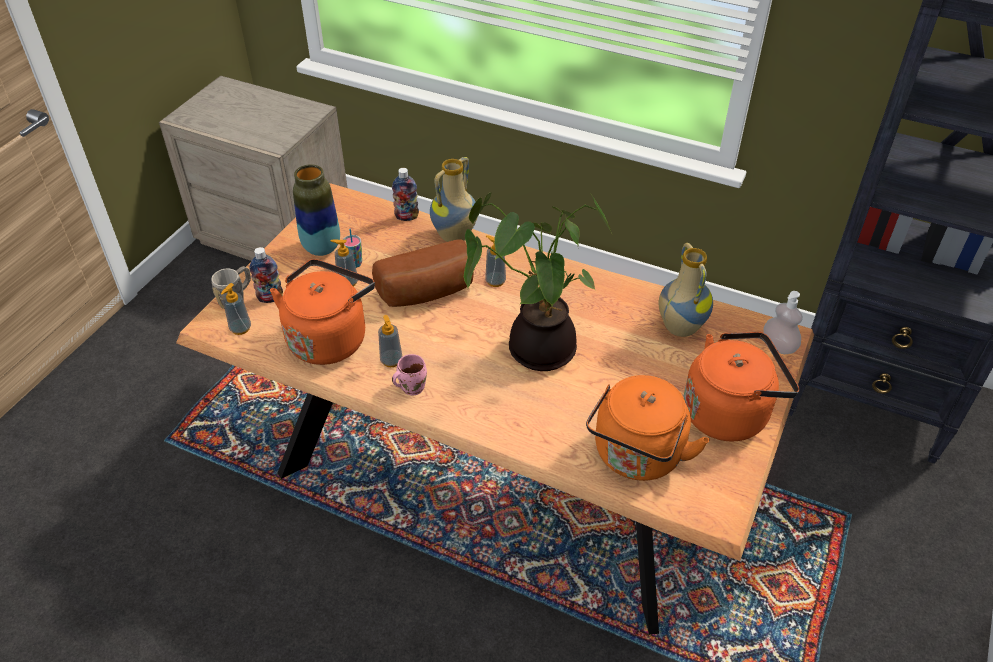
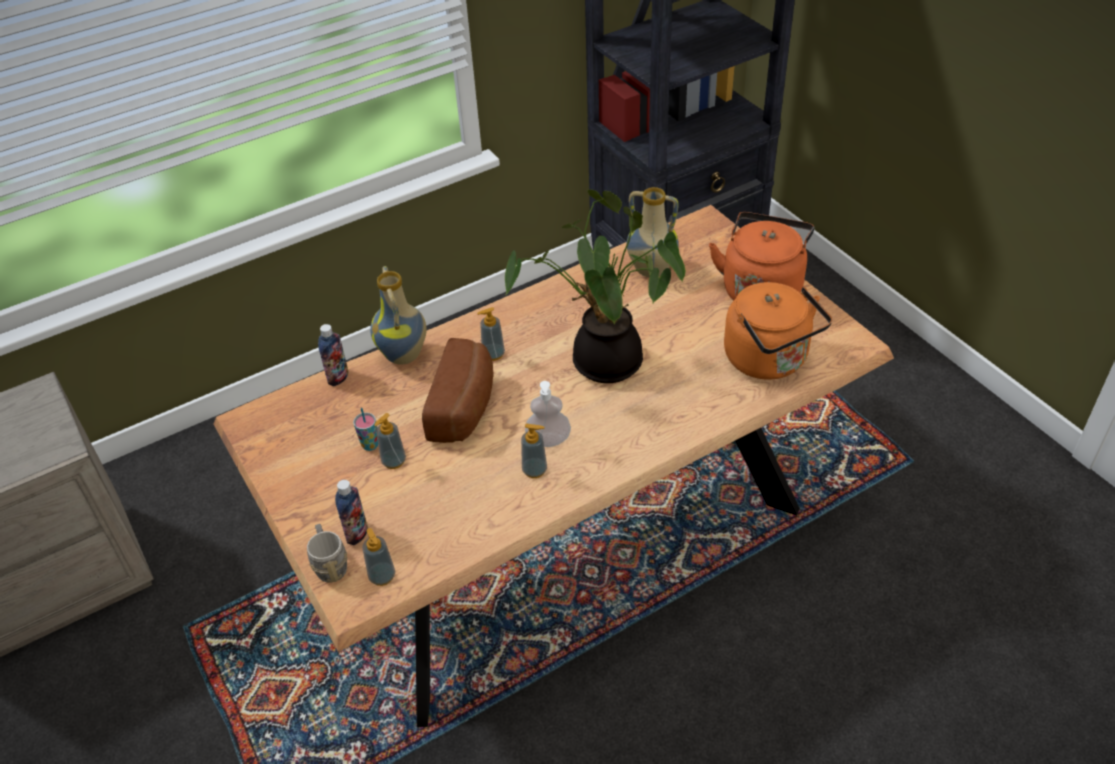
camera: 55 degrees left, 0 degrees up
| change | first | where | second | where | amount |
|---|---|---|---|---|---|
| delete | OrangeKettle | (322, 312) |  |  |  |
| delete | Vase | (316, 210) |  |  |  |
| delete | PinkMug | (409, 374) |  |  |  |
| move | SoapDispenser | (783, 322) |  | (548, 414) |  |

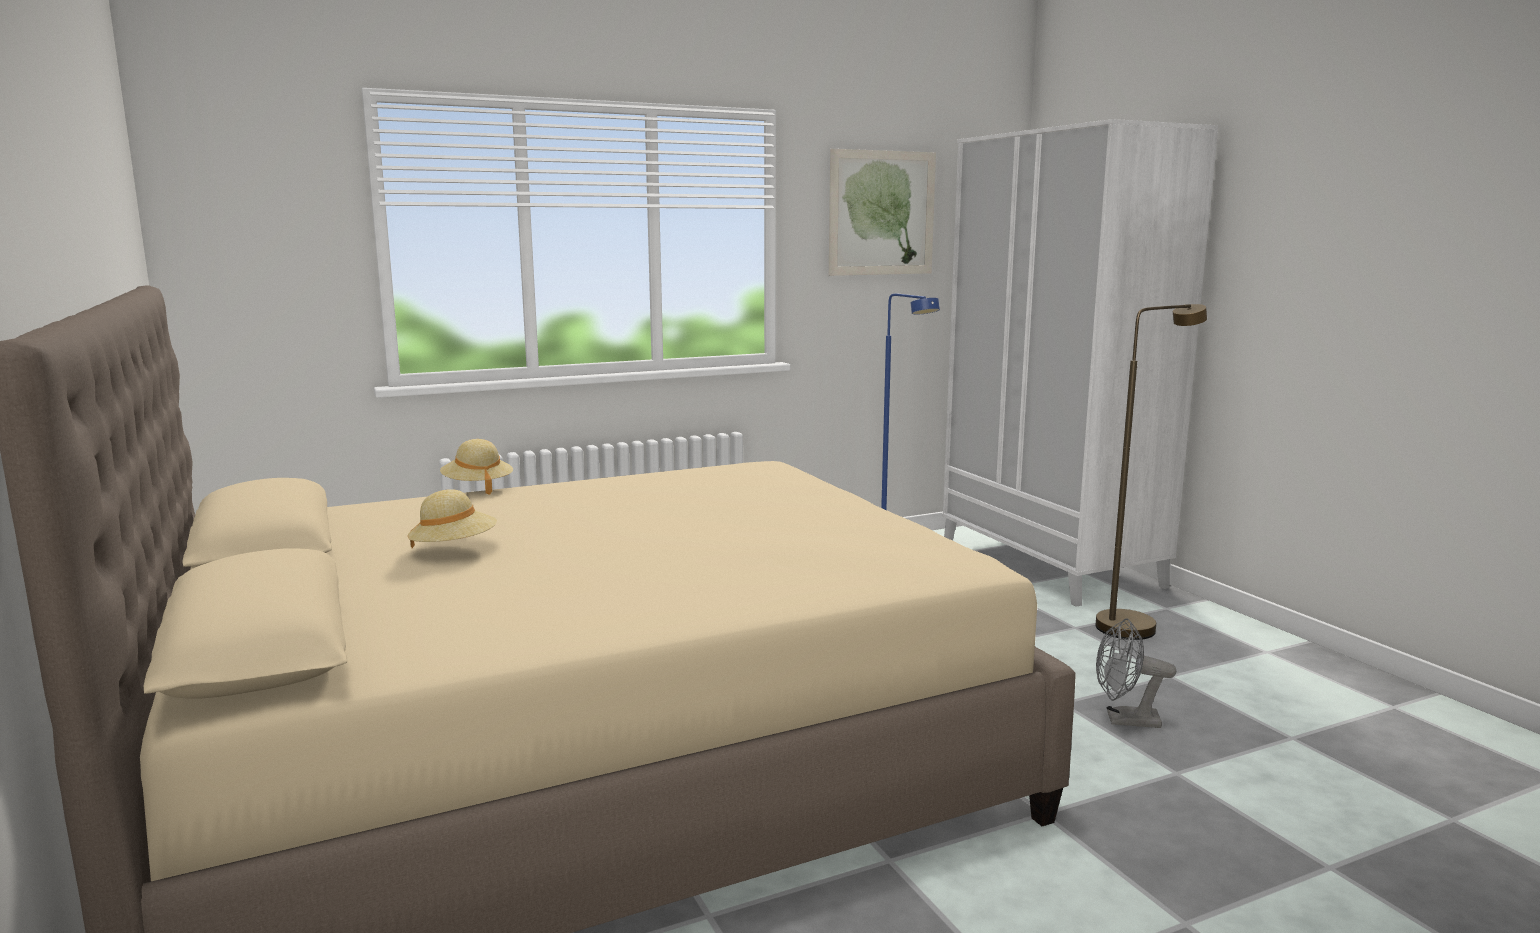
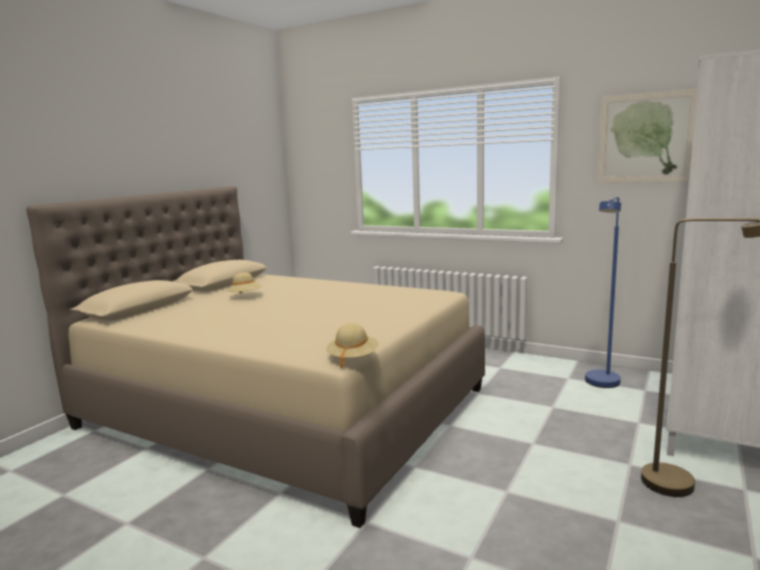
camera: 55 degrees right, 0 degrees up
| change | first | where | second | where | amount |
|---|---|---|---|---|---|
| delete | GreyFan | (1136, 673) |  |  |  |
| move | BeigeHat | (476, 467) |  | (353, 345) |  |

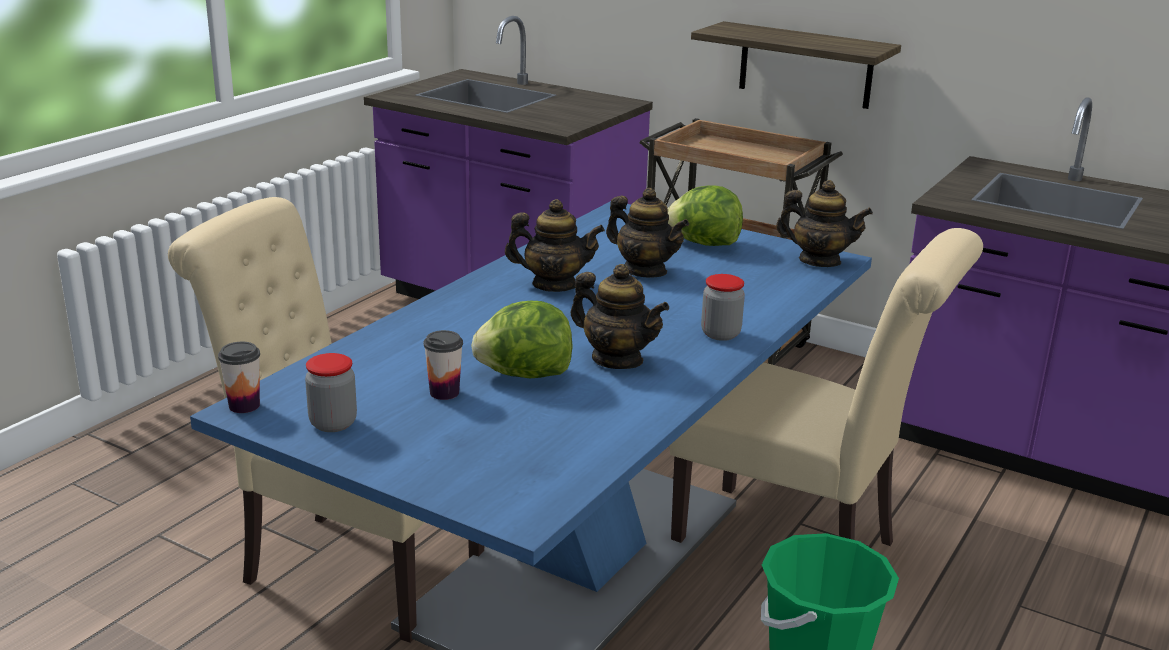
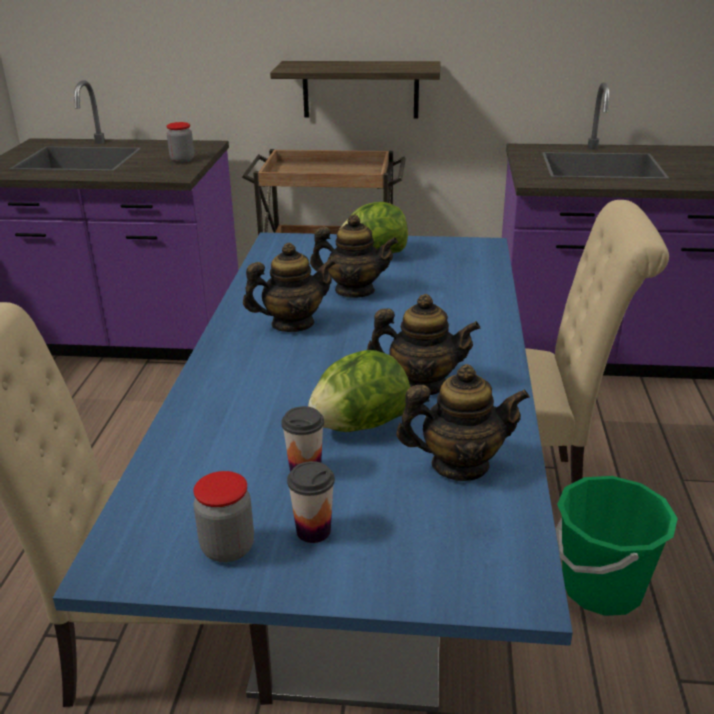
camera: 25 degrees left, 5 degrees up
| change | first | where | second | where | amount |
|---|---|---|---|---|---|
| move | Cup | (239, 377) |  | (311, 502) |  |
| move | Jar | (723, 307) |  | (180, 142) |  |
| move | Teapot | (824, 223) |  | (463, 422) |  |

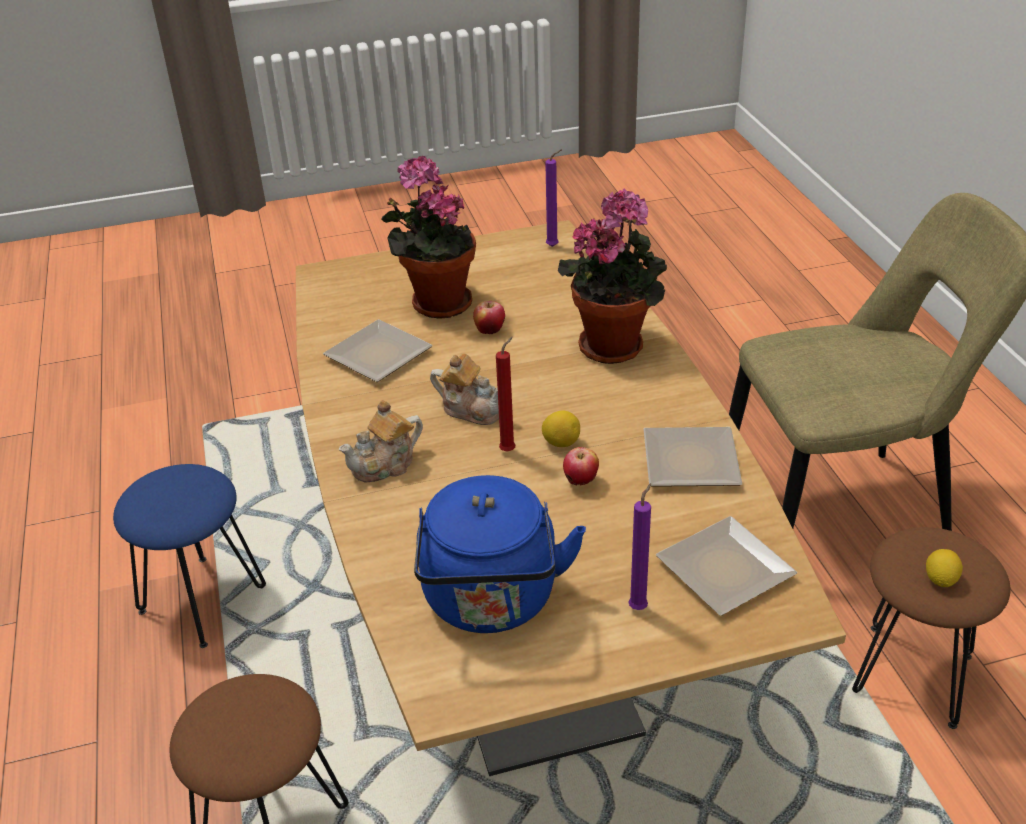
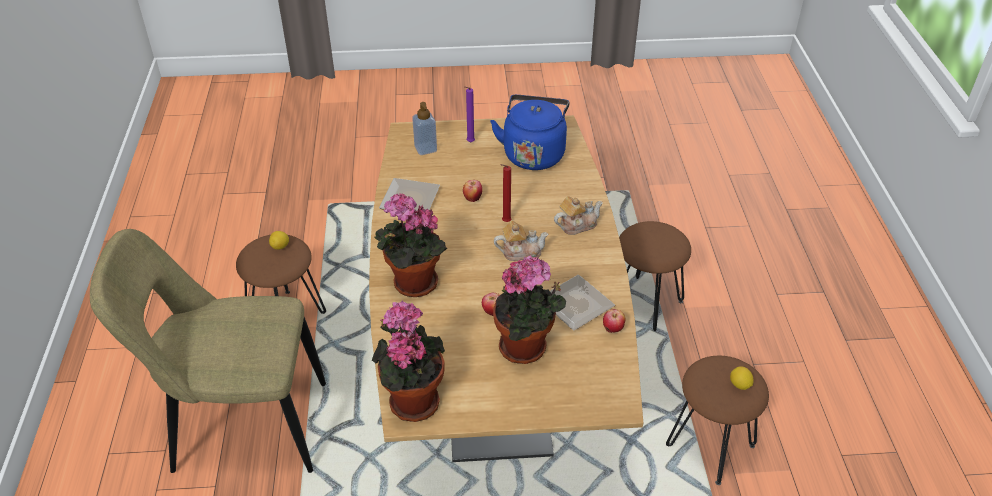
camera: 170 degrees left, 5 degrees up
| change | first | where | second | where | amount |
|---|---|---|---|---|---|
| insert |  |  | Apple | (614, 321) |  |
| move | Lemon | (561, 429) |  | (742, 378) |  |
| replace | PurpleCandle | (553, 198) | PottedPlant | (408, 361) |  |
| replace | Plate | (726, 566) | SoapDispenser | (424, 128) |  |
| recolor | BlueStool | (189, 556) | BrownStool | (717, 420) |  |
| rotate | Teapot | (464, 389) |  | (521, 241) | 135 degrees clockwise |

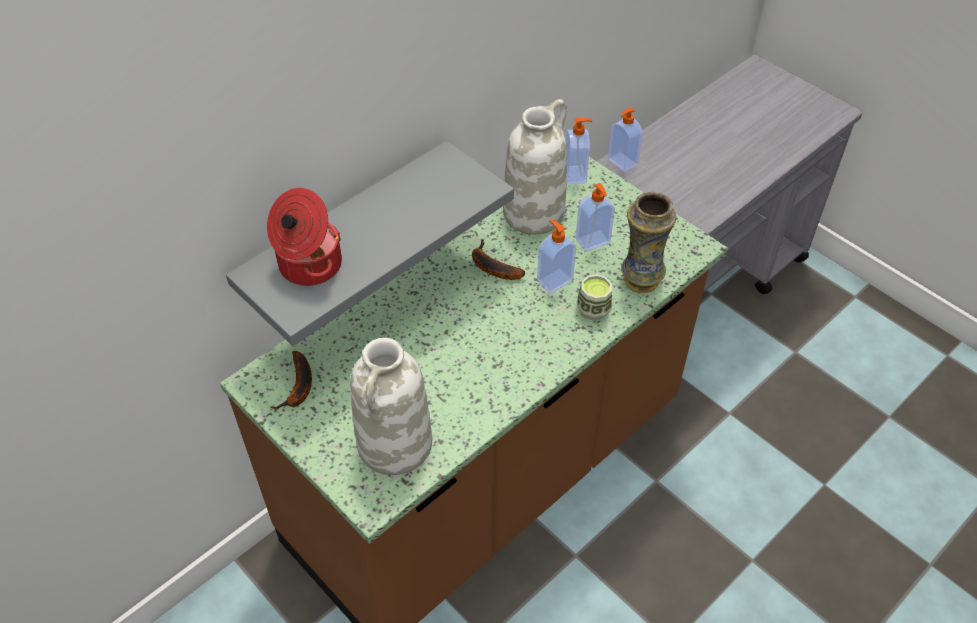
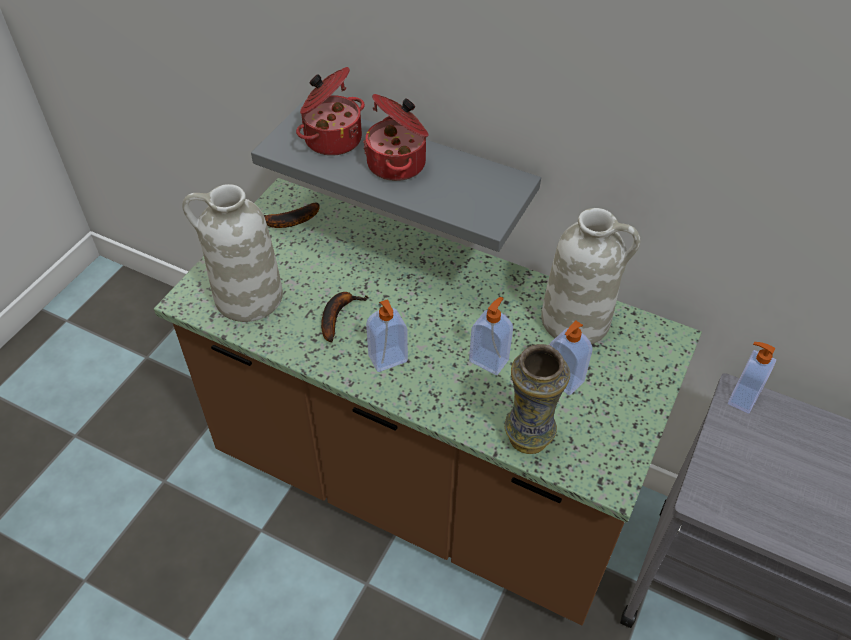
camera: 70 degrees right, 0 degrees up
| change | first | where | second | where | amount |
|---|---|---|---|---|---|
| delete | Cup | (594, 297) |  |  |  |
| insert |  |  | CookingPot | (396, 137) |  |
| move | Banana | (498, 259) |  | (344, 317) |  |
| move | SoapDispenser | (579, 151) |  | (387, 335) |  |

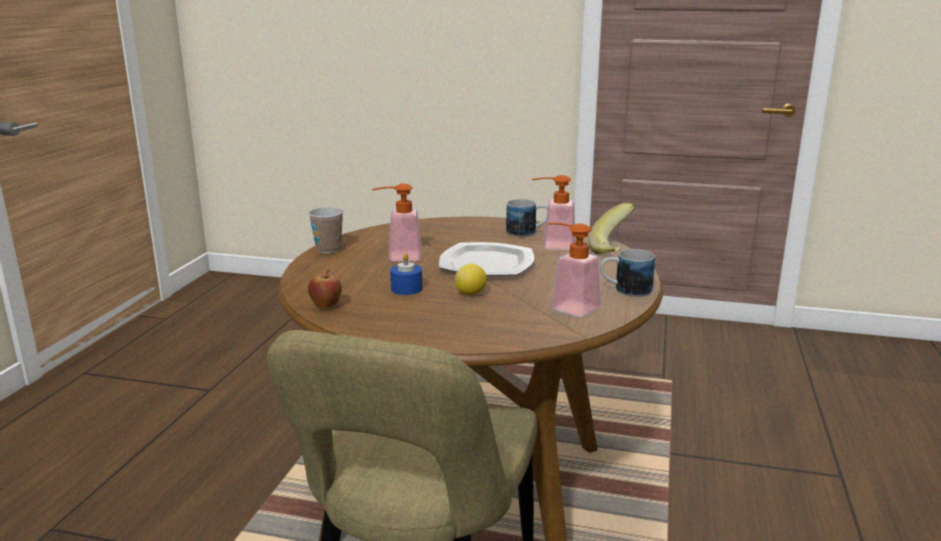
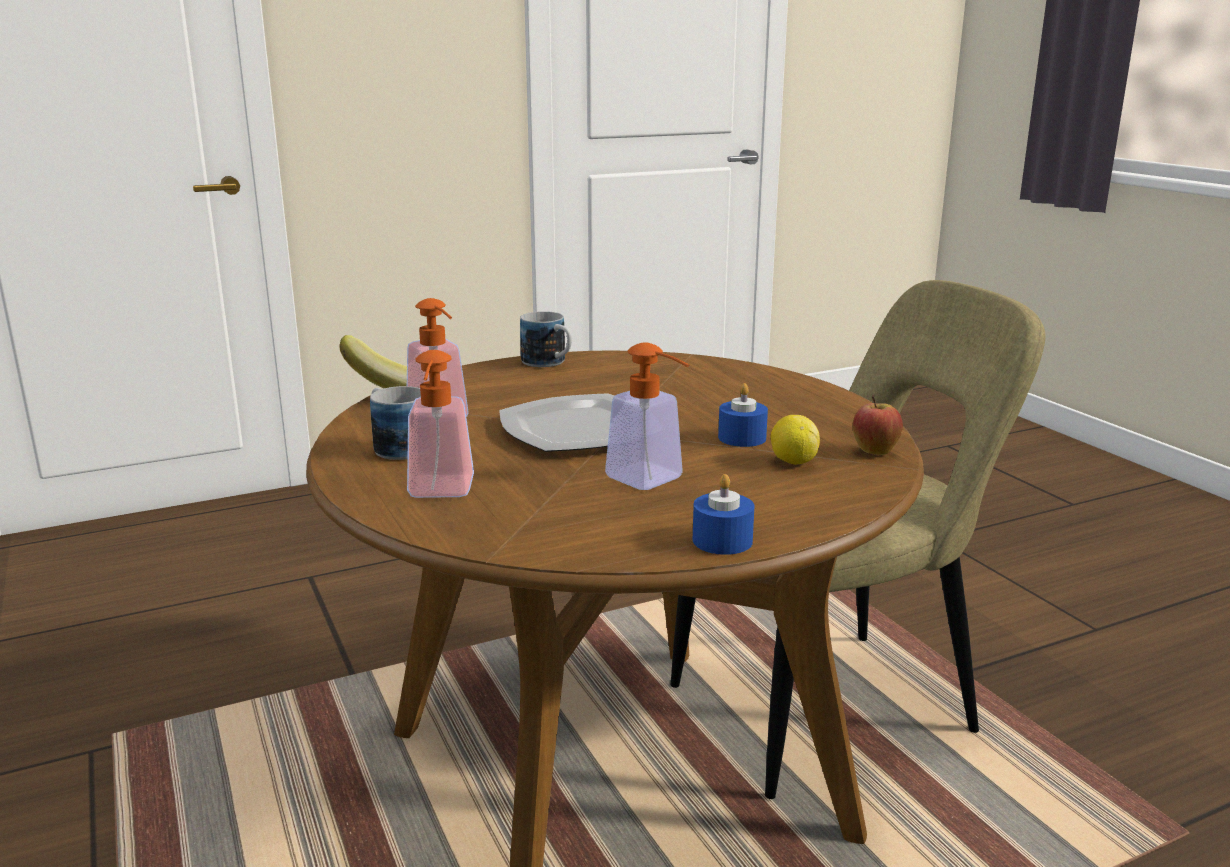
camera: 130 degrees left, 0 degrees up
| change | first | where | second | where | amount |
|---|---|---|---|---|---|
| move | Lemon | (471, 279) |  | (795, 440) |  |
| move | SoapDispenser | (574, 270) |  | (440, 424) |  |
| replace | Cup | (326, 230) | BlueCandle | (724, 514) |  |

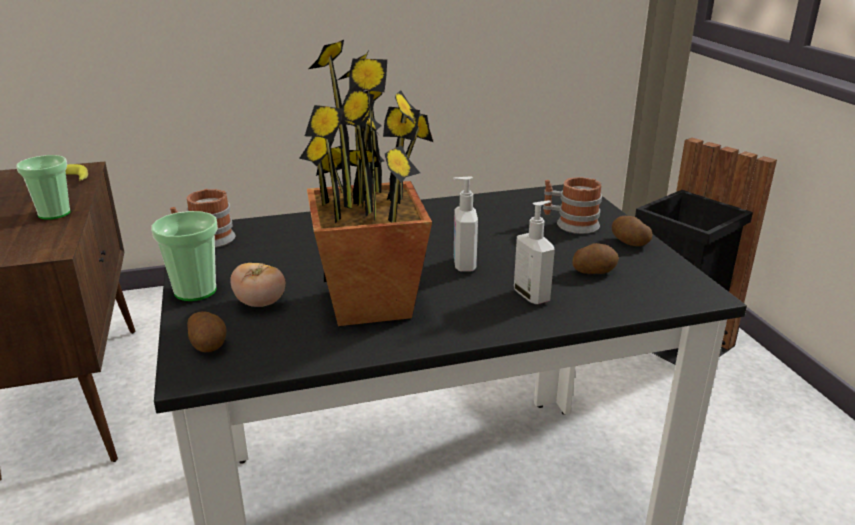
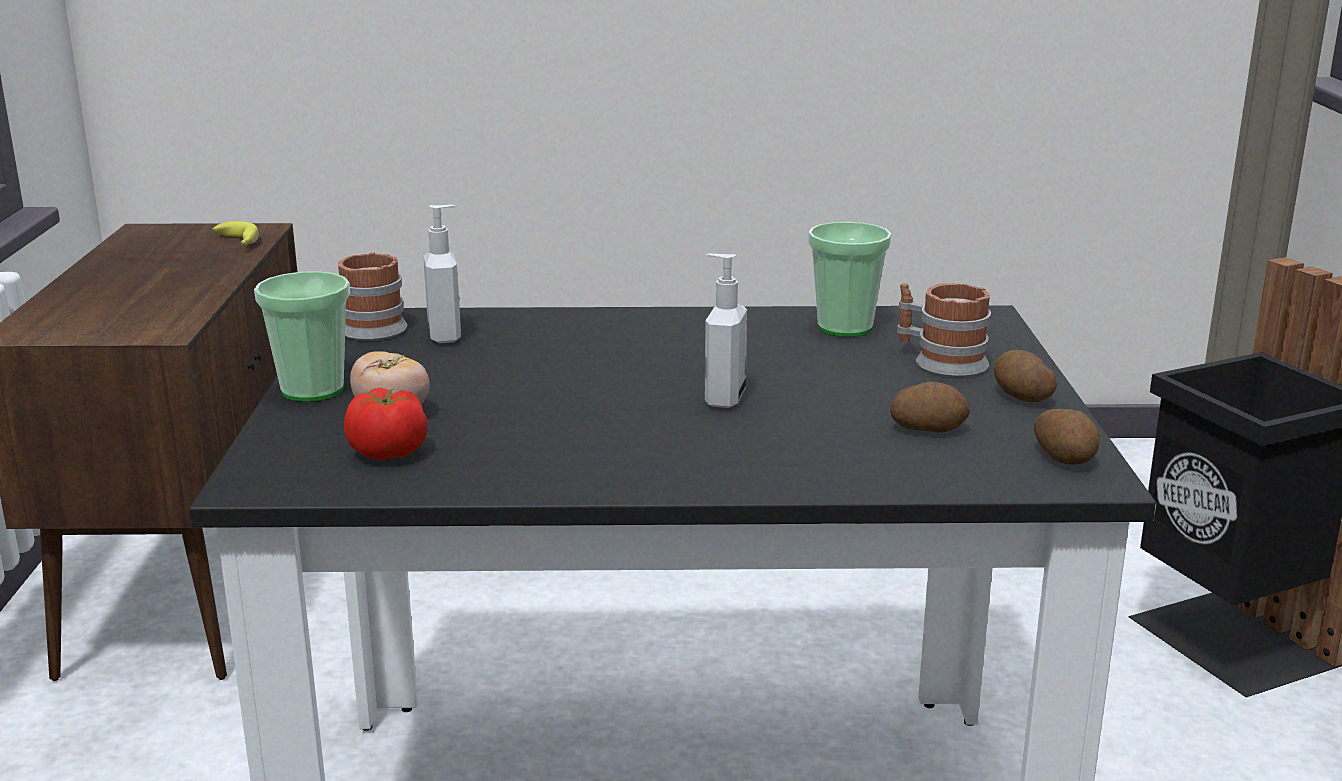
camera: 15 degrees right, 5 degrees down
| change | first | where | second | where | amount |
|---|---|---|---|---|---|
| delete | PottedPlant | (366, 183) |  |  |  |
| insert |  |  | Tomato | (386, 424) |  |
| move | Cup | (43, 187) |  | (850, 279) |  |
| move | Potato | (206, 331) |  | (1067, 437) |  |
| move | SoapDispenser | (534, 252) |  | (442, 274) |  |

